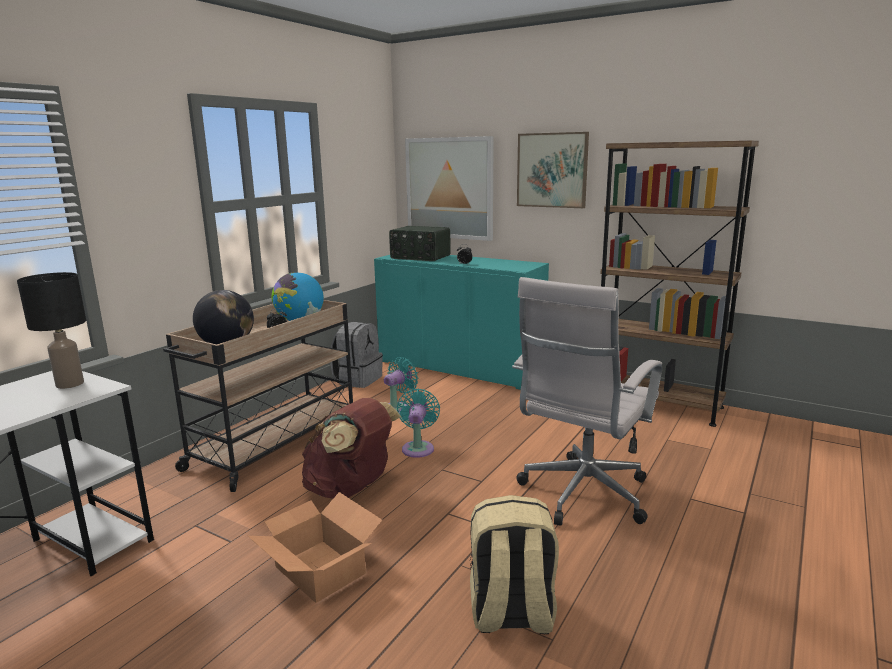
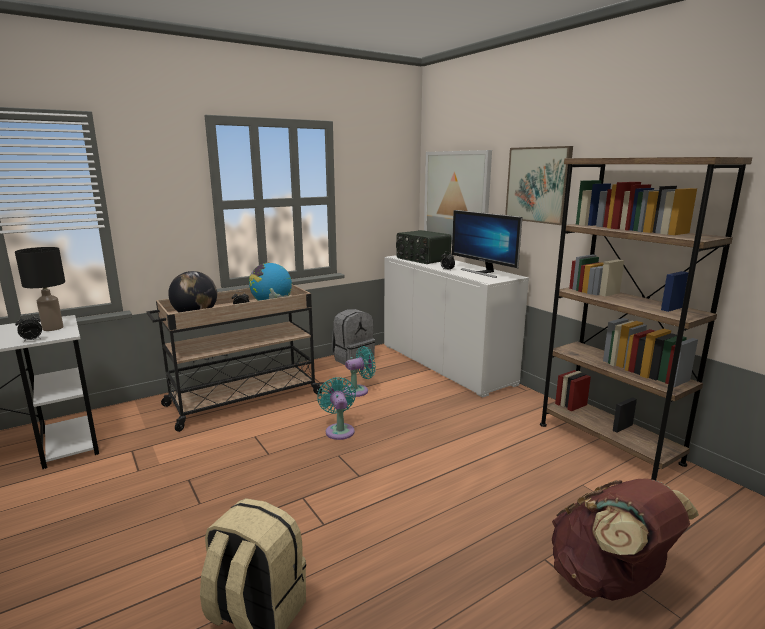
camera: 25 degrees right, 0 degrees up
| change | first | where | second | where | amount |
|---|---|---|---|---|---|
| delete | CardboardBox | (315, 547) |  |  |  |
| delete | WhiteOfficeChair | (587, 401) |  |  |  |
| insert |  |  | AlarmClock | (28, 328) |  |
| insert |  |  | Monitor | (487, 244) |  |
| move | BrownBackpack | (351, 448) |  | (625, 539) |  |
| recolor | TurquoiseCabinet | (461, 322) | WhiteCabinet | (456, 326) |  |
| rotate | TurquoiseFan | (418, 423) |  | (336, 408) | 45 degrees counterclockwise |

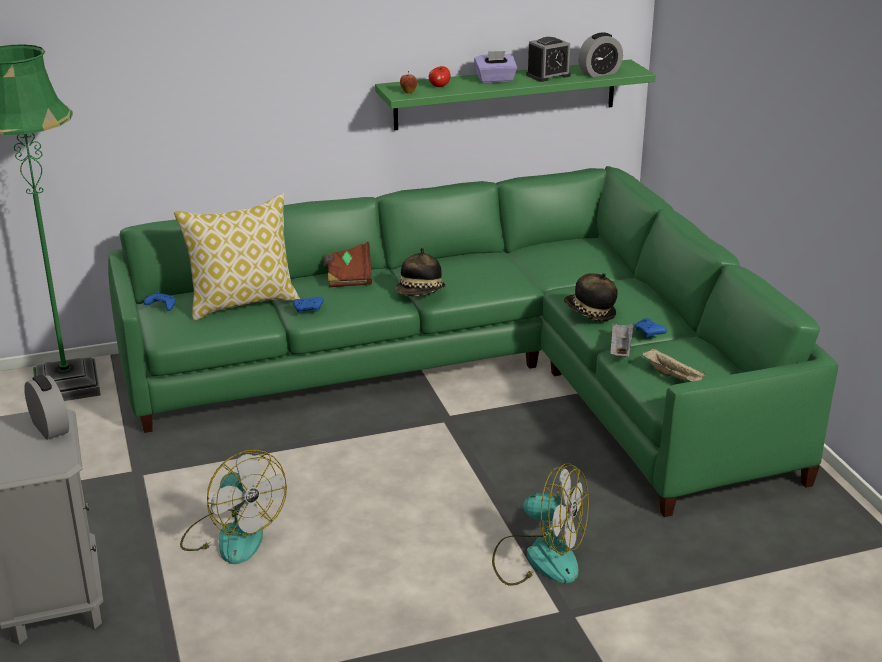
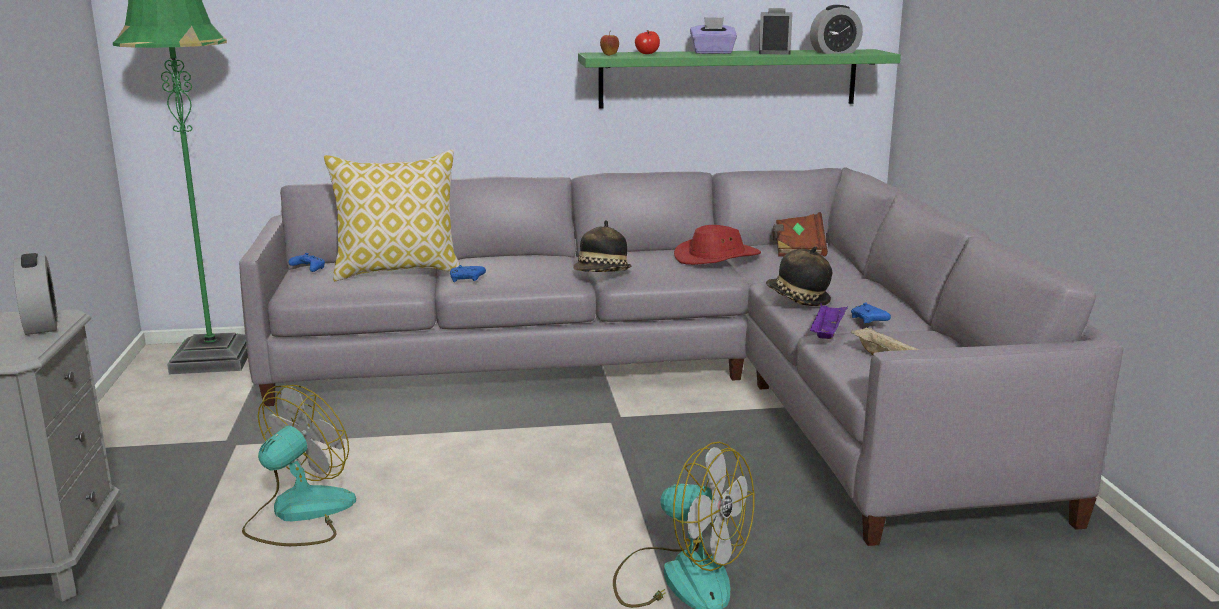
camera: 10 degrees right, 10 degrees down
| change | first | where | second | where | amount |
|---|---|---|---|---|---|
| insert |  |  | RedHat | (717, 245) |  |
| move | BrownBook | (348, 264) |  | (800, 234) |  |
| recolor | GreenSofa | (473, 341) | GreySofa | (681, 356) |  |
| recolor | GreyTray | (622, 340) | PurpleTray | (828, 321) |  |
| rotate | Fan | (233, 507) |  | (299, 465) | 120 degrees counterclockwise |
| rotate | AlarmClock | (548, 59) |  | (775, 31) | 120 degrees clockwise |

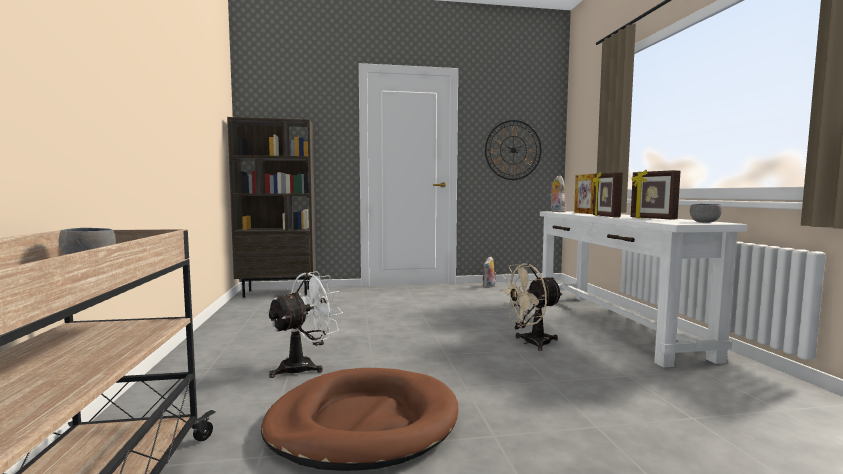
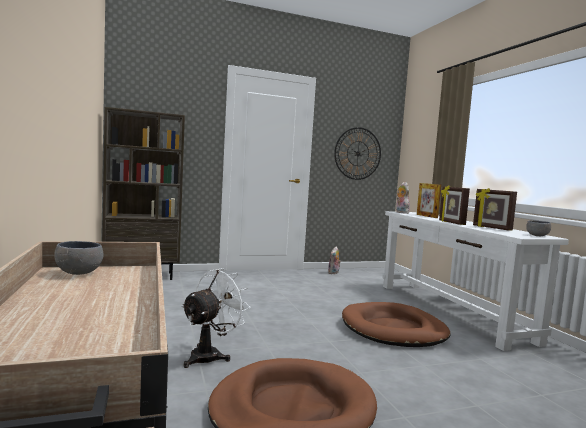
camera: 10 degrees left, 0 degrees up
| change | first | where | second | where | amount |
|---|---|---|---|---|---|
| replace | BeigeFan | (531, 307) | BrownDogBed | (396, 324) |  |

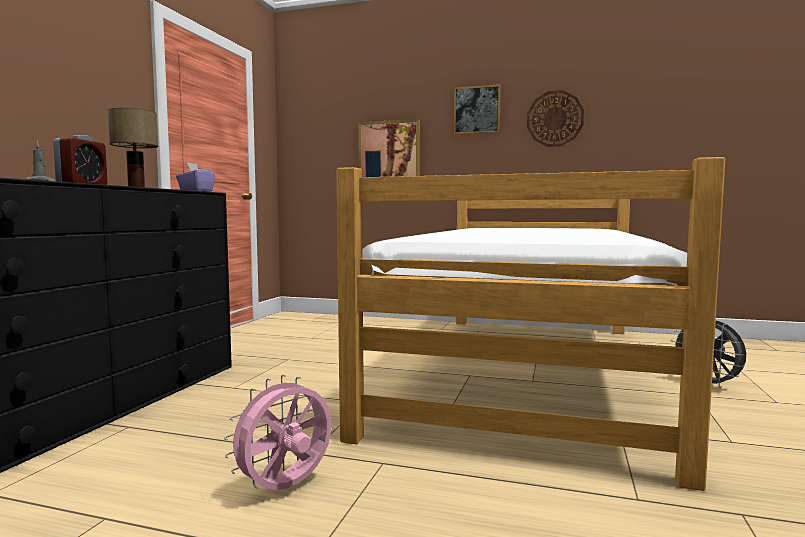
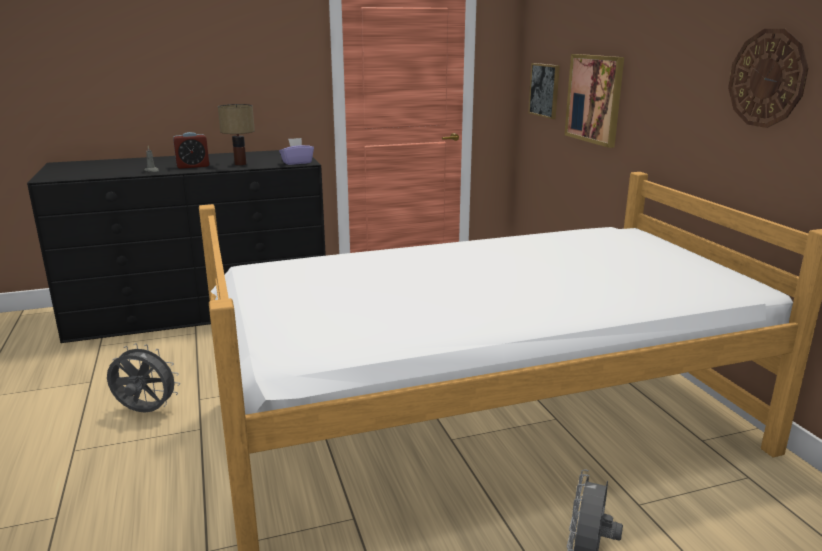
camera: 55 degrees right, 15 degrees up
| change | first | where | second | where | amount |
|---|---|---|---|---|---|
| move | Picture | (477, 109) |  | (544, 91) |  |
| recolor | PinkFan | (277, 432) | GreyFan | (143, 378) |  |

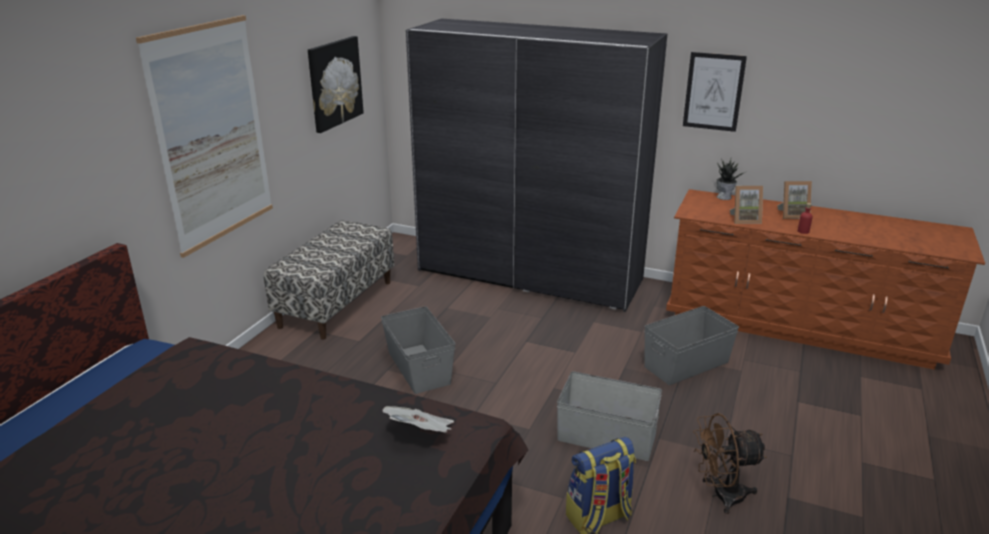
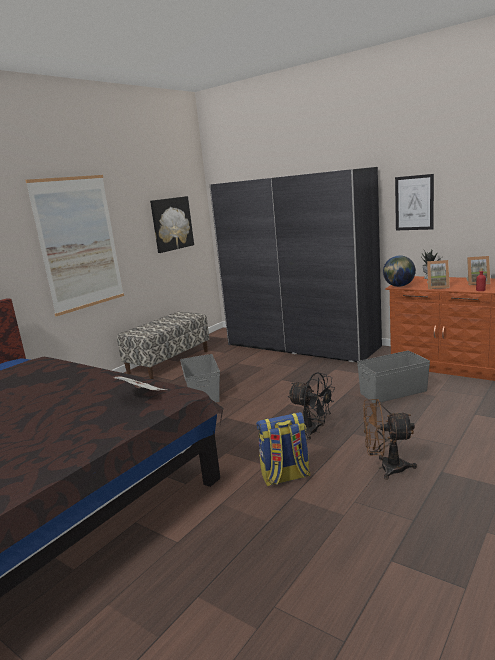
camera: 15 degrees right, 10 degrees down
| change | first | where | second | where | amount |
|---|---|---|---|---|---|
| insert |  |  | Globe | (399, 271) |  |
| replace | GreyStorageBox | (609, 416) | BlackFan | (311, 406) |  |

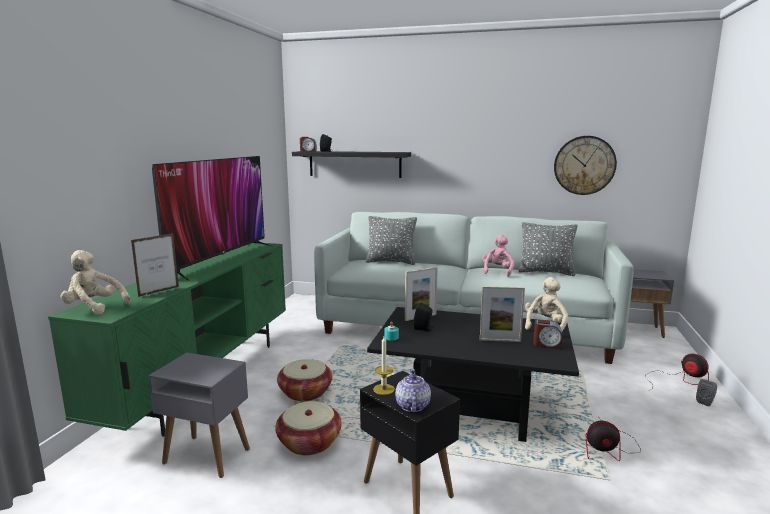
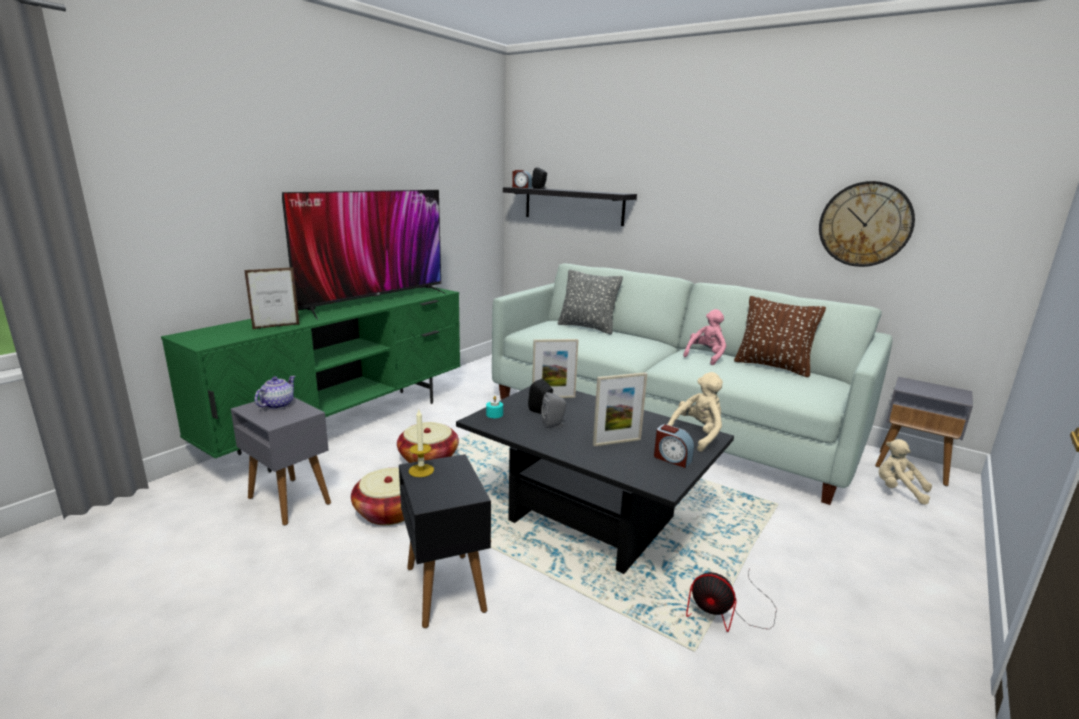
camera: 20 degrees right, 5 degrees up
| change | first | where | second | where | amount |
|---|---|---|---|---|---|
| delete | Fan | (677, 371) |  |  |  |
| move | BeigePlushToy | (95, 282) |  | (905, 472) |  |
| move | Teapot | (413, 390) |  | (275, 392) |  |
| move | GreySpeaker | (706, 392) |  | (553, 410) |  |
| recolor | GreyPillow | (548, 249) | BrownPillow | (780, 336) |  |
| rotate | PictureFrame | (502, 314) |  | (620, 409) | 45 degrees counterclockwise |

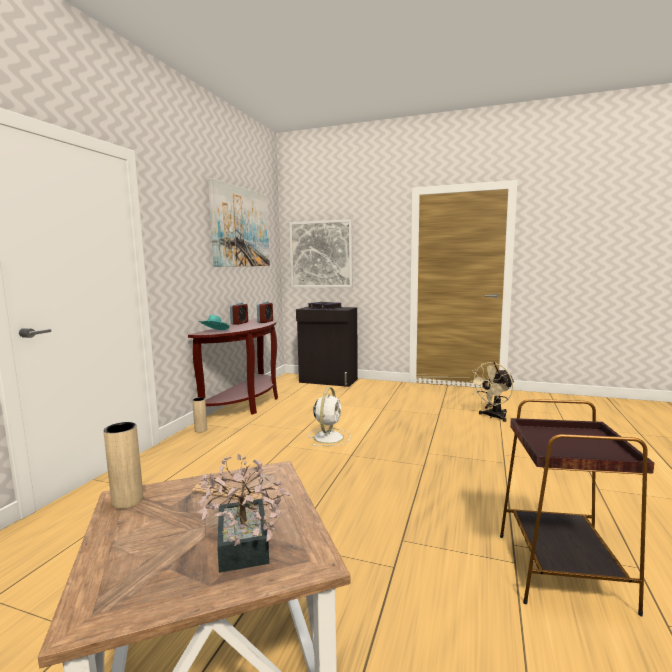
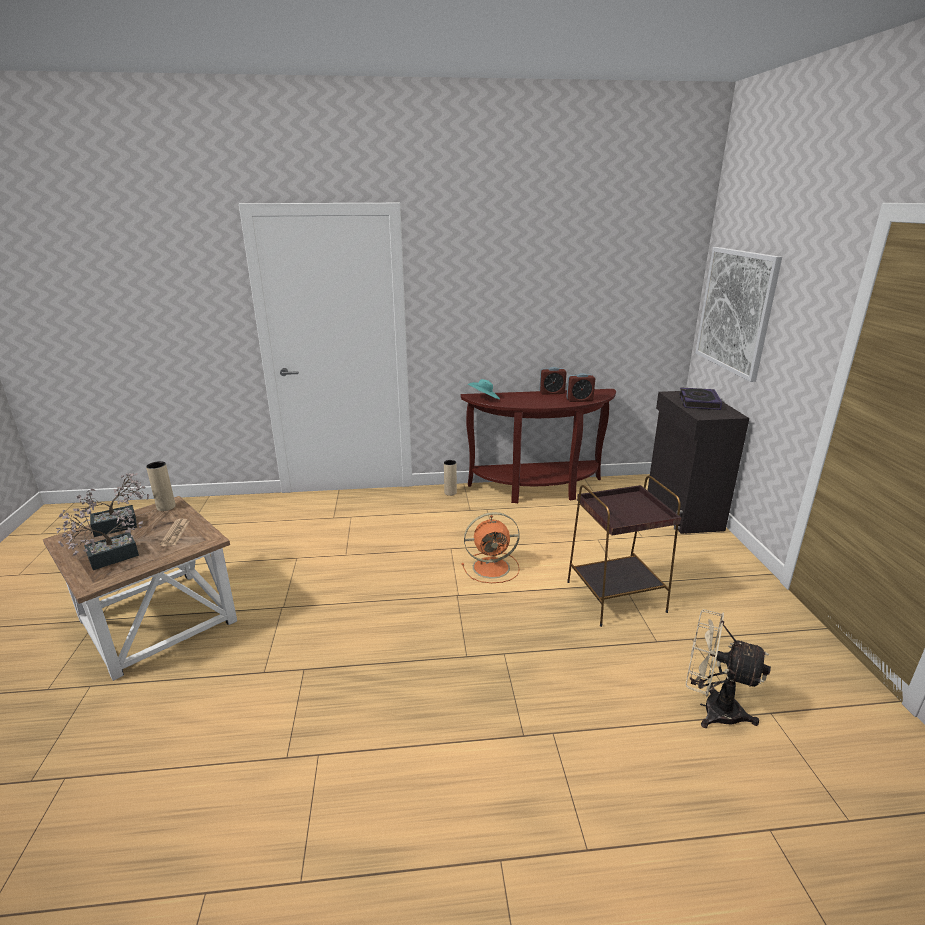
camera: 65 degrees right, 15 degrees up
| change | first | where | second | where | amount |
|---|---|---|---|---|---|
| delete | Picture | (239, 222) |  |  |  |
| insert |  |  | PottedPlant | (111, 505) |  |
| move | BrownSideTable | (577, 507) |  | (624, 551) |  |
| recolor | WhiteFan | (329, 416) | OrangeFan | (490, 547) |  |

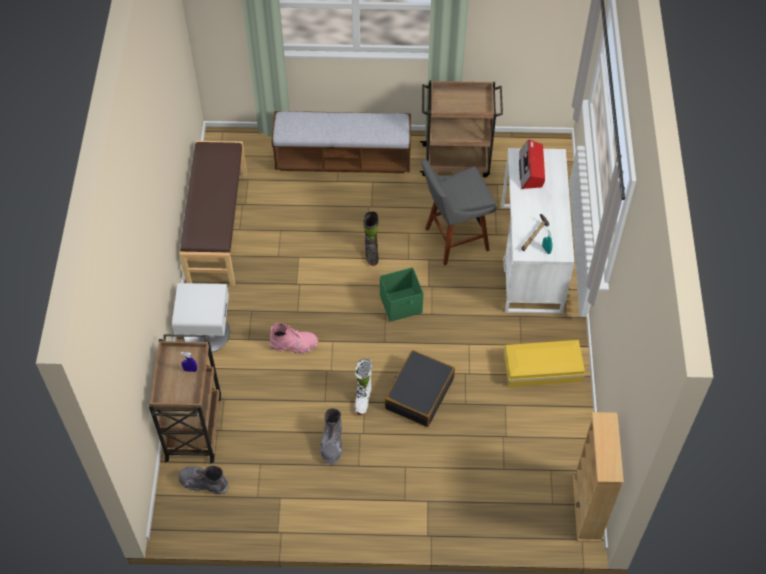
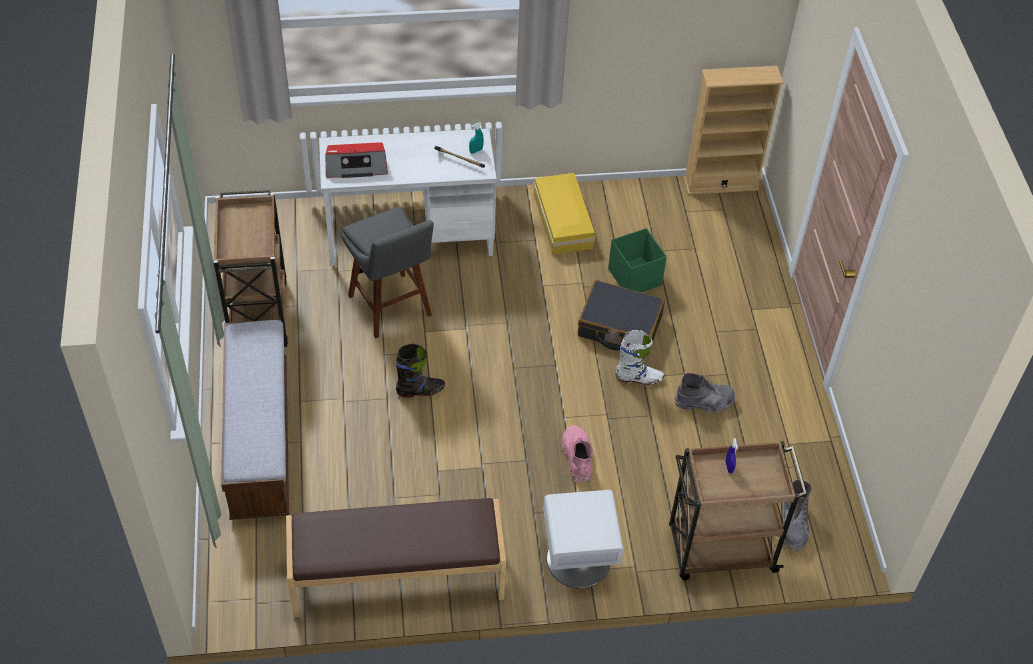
camera: 100 degrees left, 5 degrees down
| change | first | where | second | where | amount |
|---|---|---|---|---|---|
| move | GreenStorageBox | (401, 294) |  | (637, 260) |  |

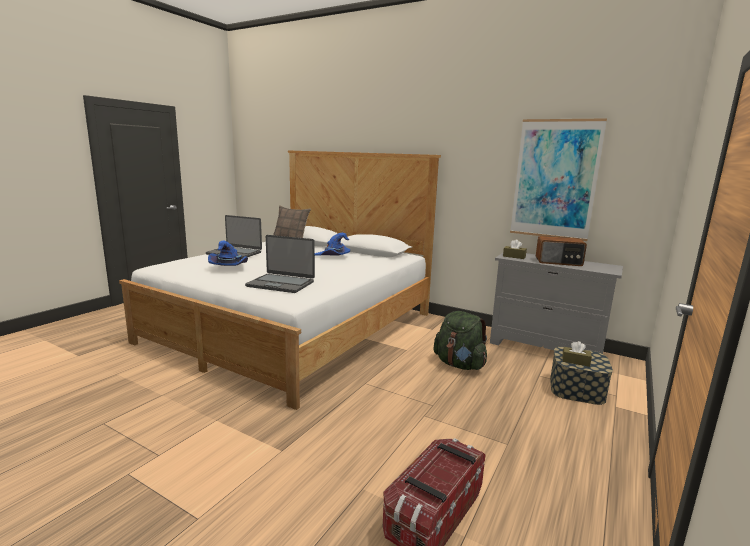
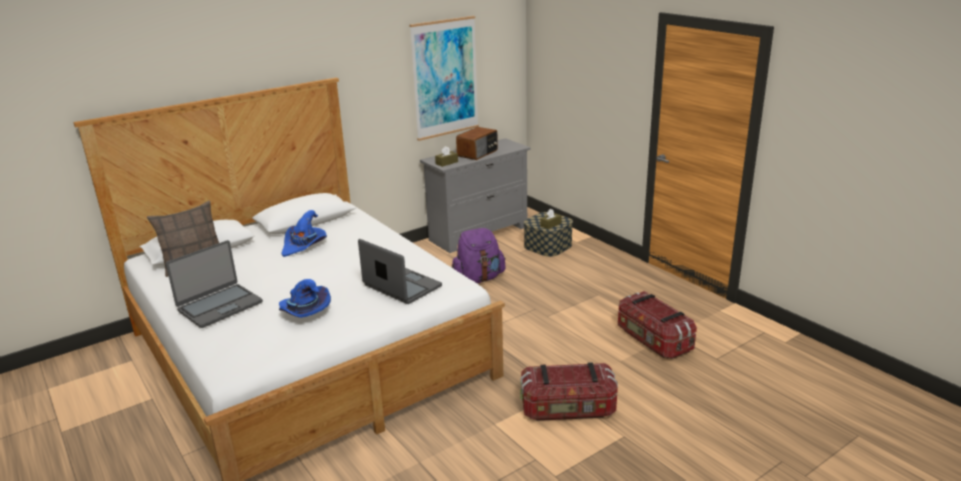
camera: 65 degrees left, 10 degrees up
| change | first | where | second | where | amount |
|---|---|---|---|---|---|
| insert |  |  | StorageBox | (569, 391) |  |
| recolor | GreenBackpack | (460, 340) | PurpleBackpack | (479, 255) |  |
| rotate | Laptop | (280, 264) |  | (400, 271) | 90 degrees counterclockwise |

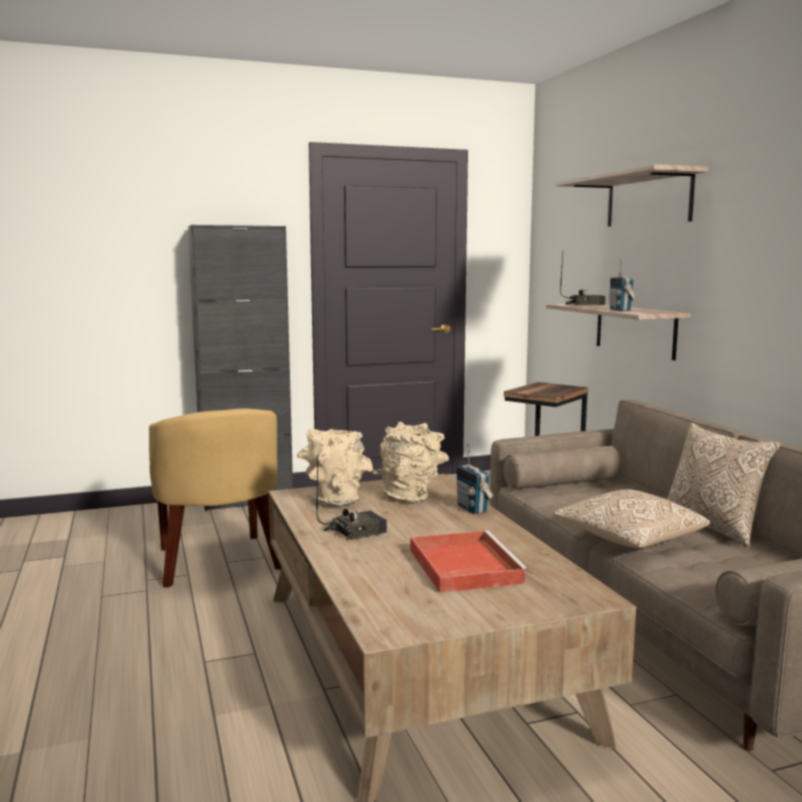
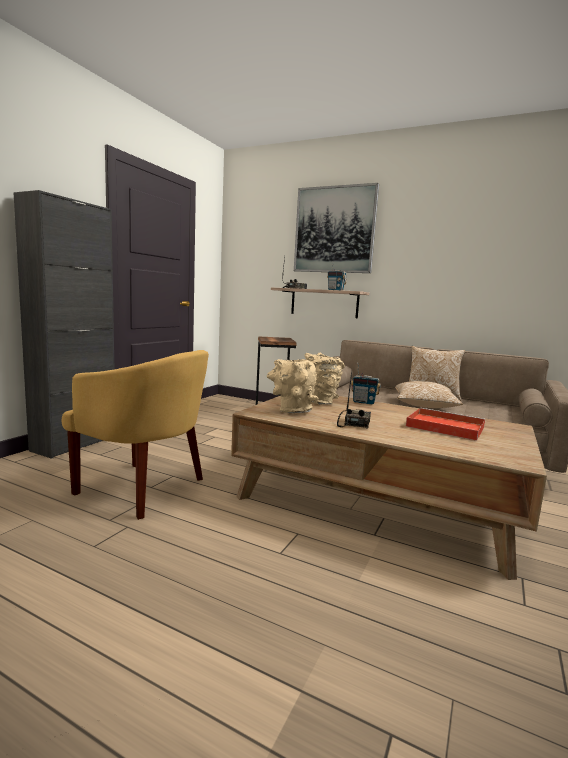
camera: 45 degrees left, 0 degrees up
| change | first | where | second | where | amount |
|---|---|---|---|---|---|
| replace | Shelf | (632, 195) | Picture | (336, 228) |  |

